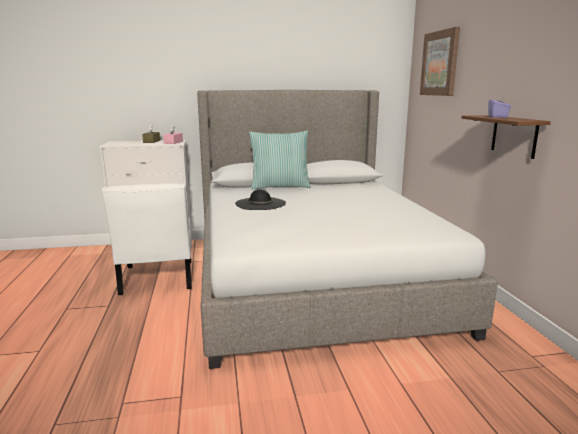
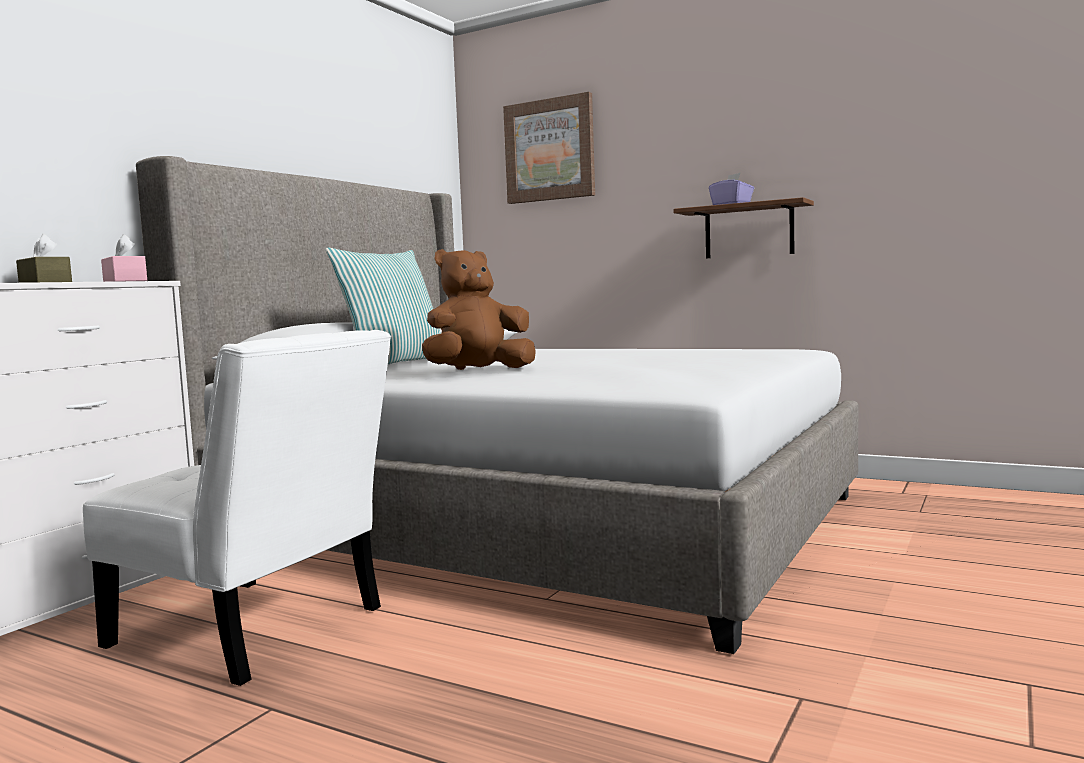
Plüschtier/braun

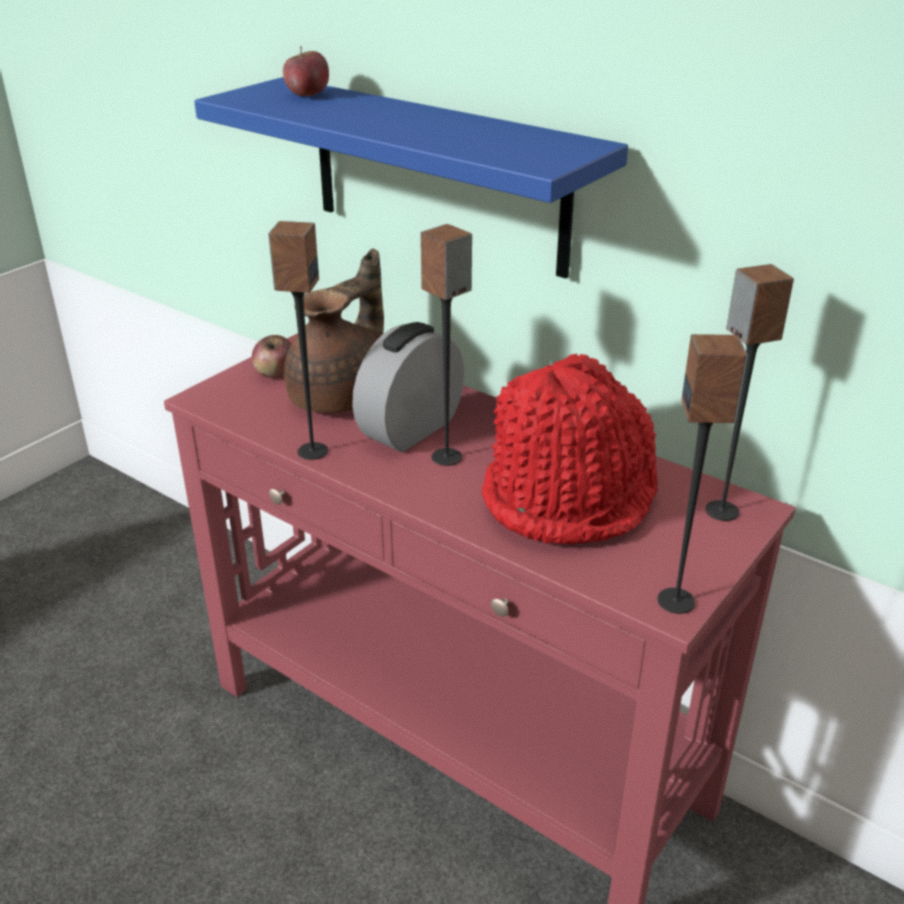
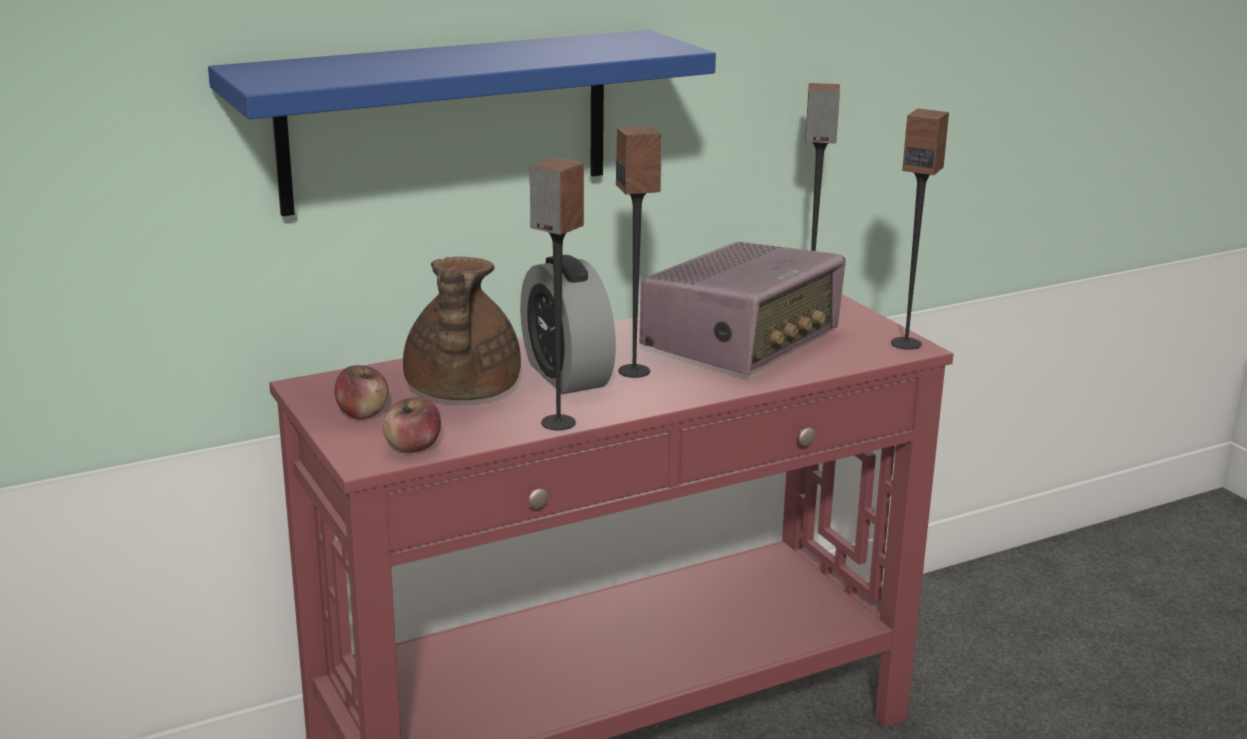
Apfel (2nd from left); Teekanne/braun; Radio

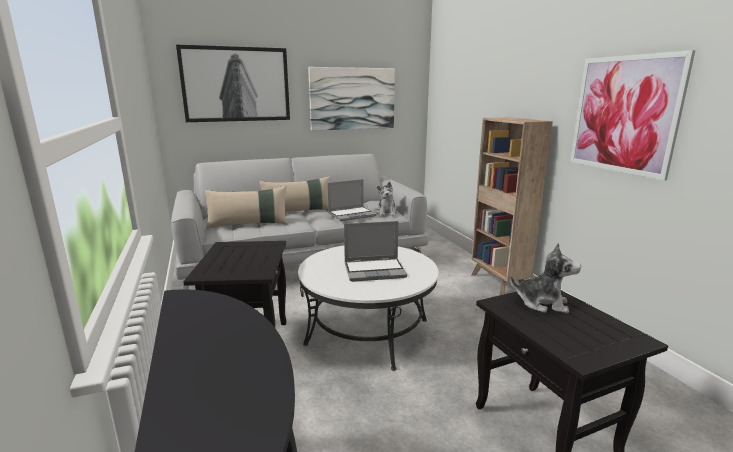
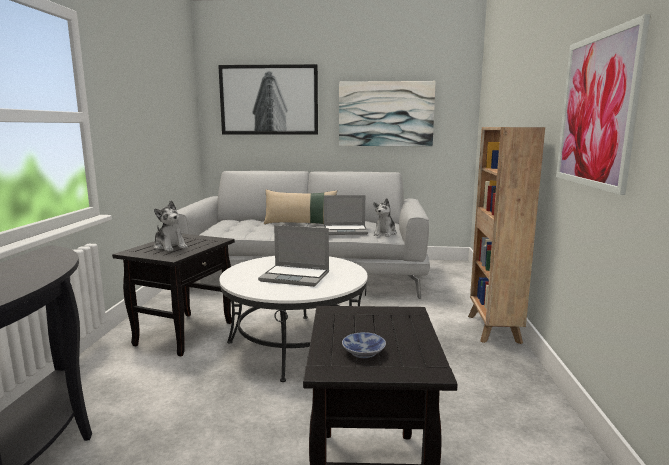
Kissen/beige (1st from left in the first image); Plüschtier (1st from left); Schüssel

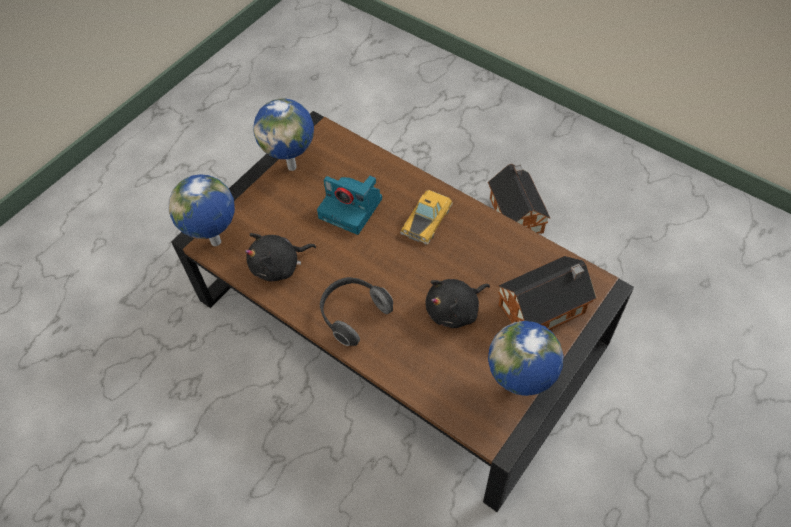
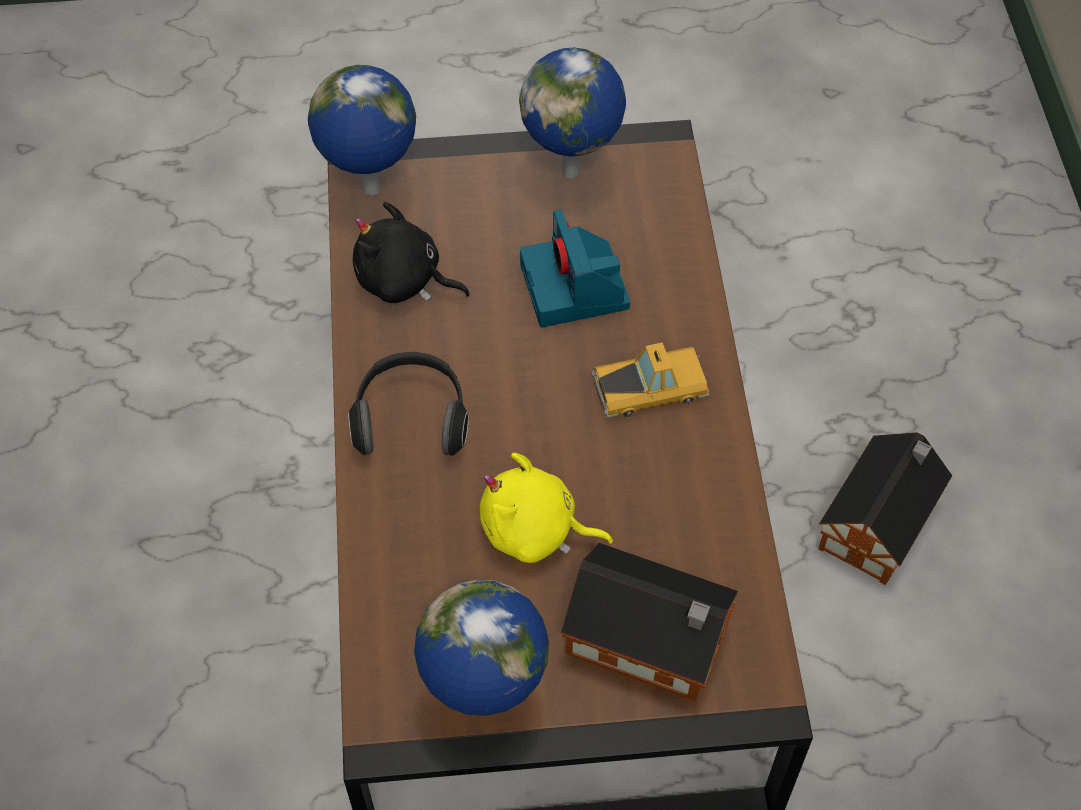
Plüschtier/gelb

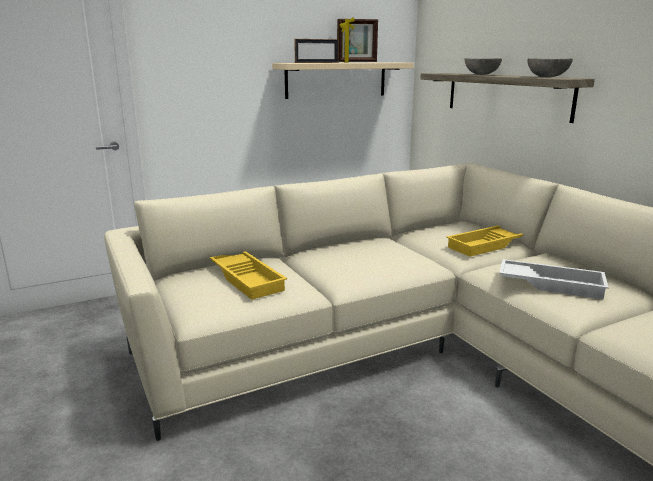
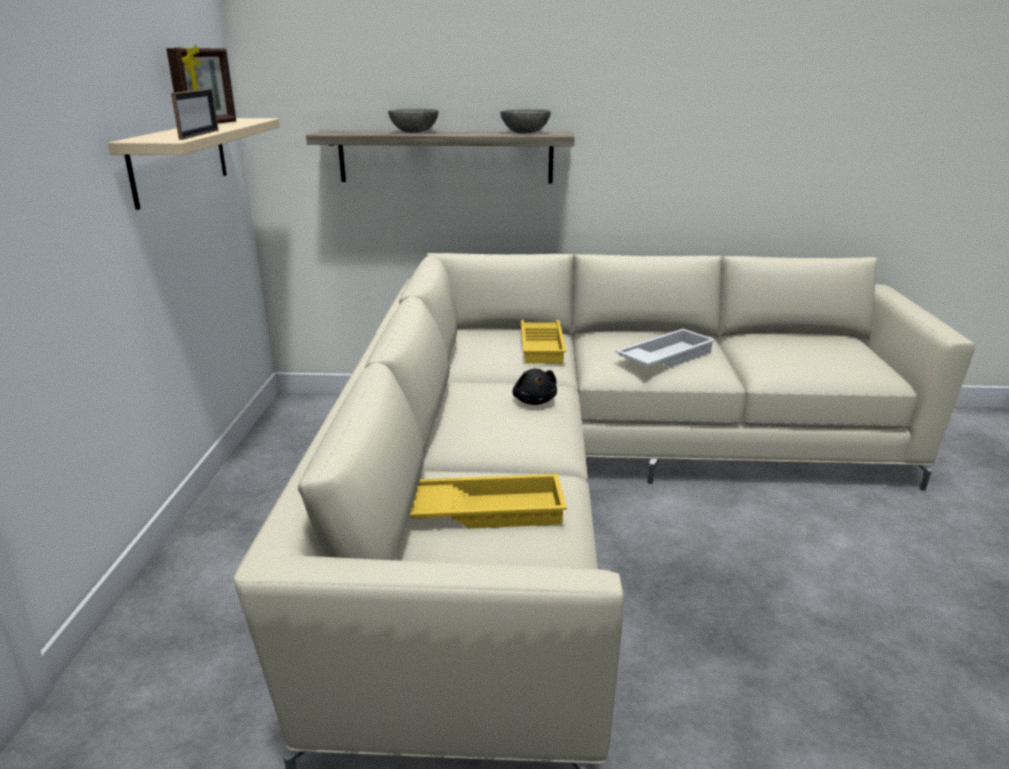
Plüschtier/schwarz

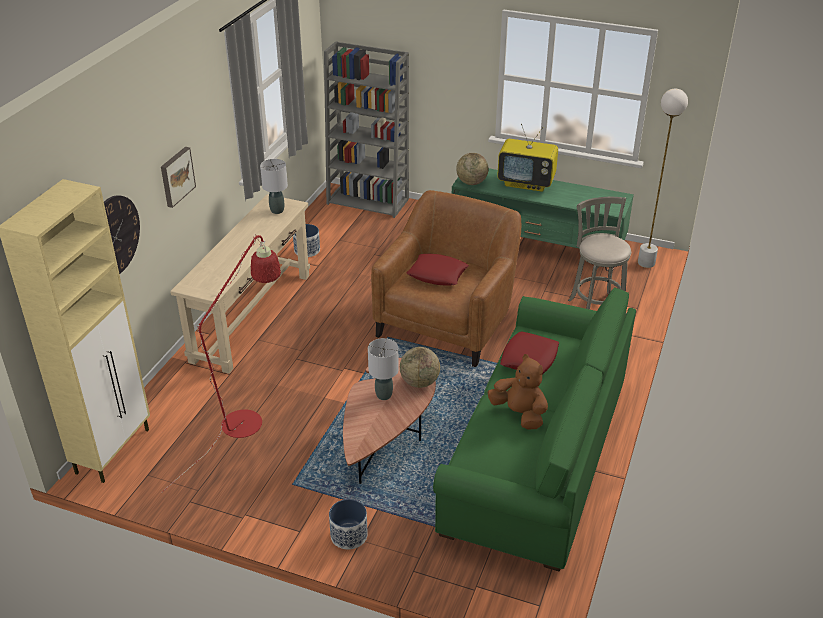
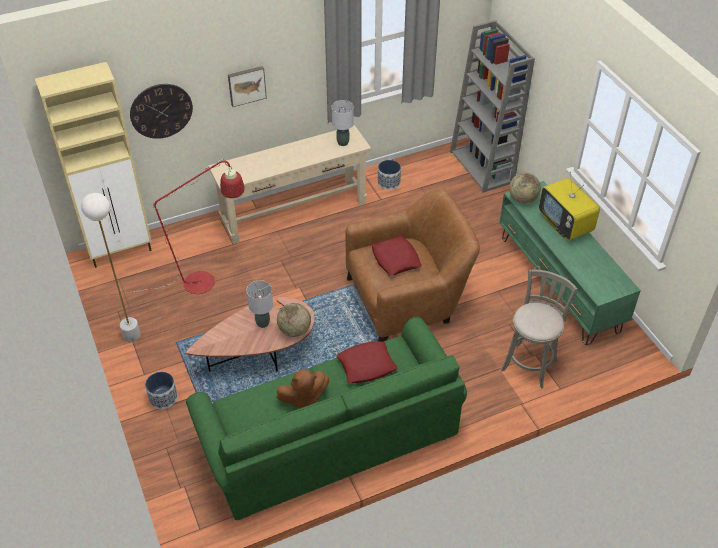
Stehlampe/weiß; Plüschtier/braun

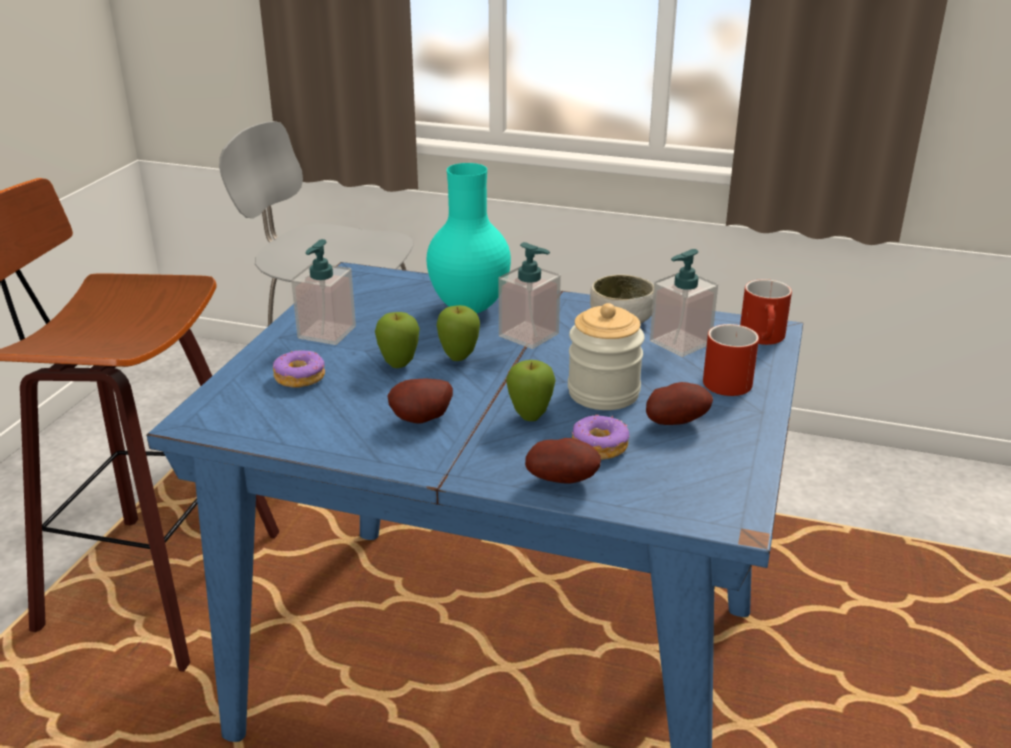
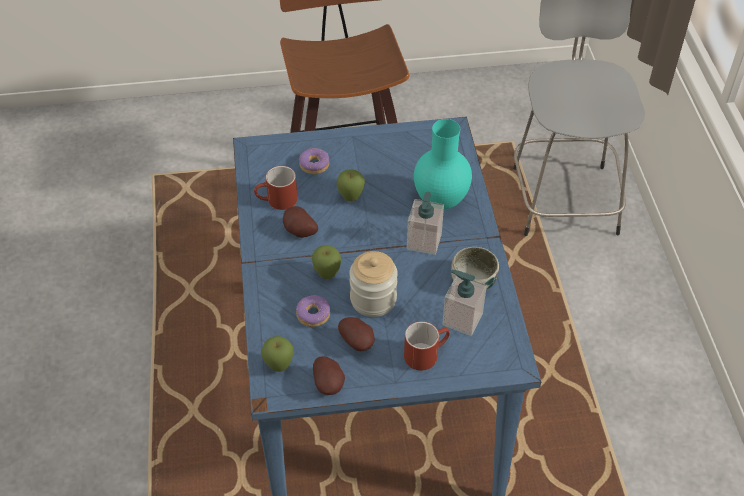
Seifenspender (1st from left in the first image); Henkelbecher/rot (1st from left); Apfel (1st from left); Kartoffel (2nd from left)

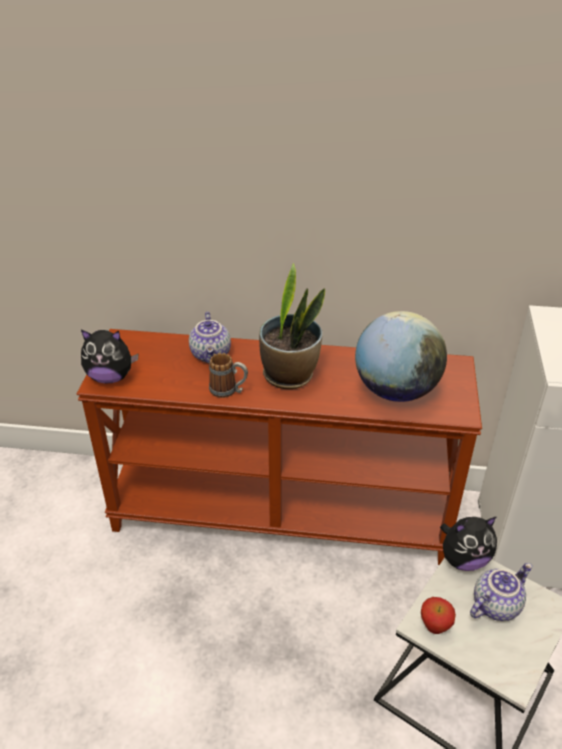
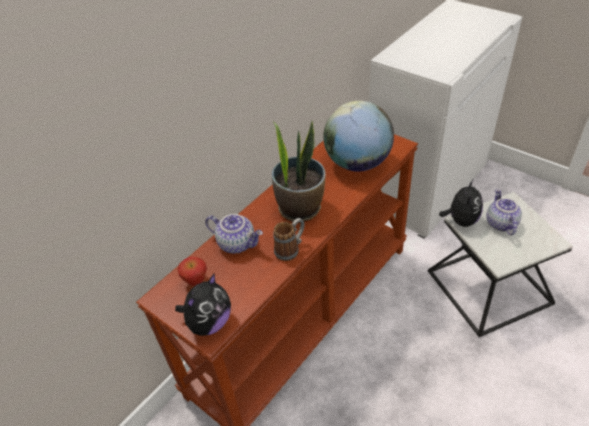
Apfel

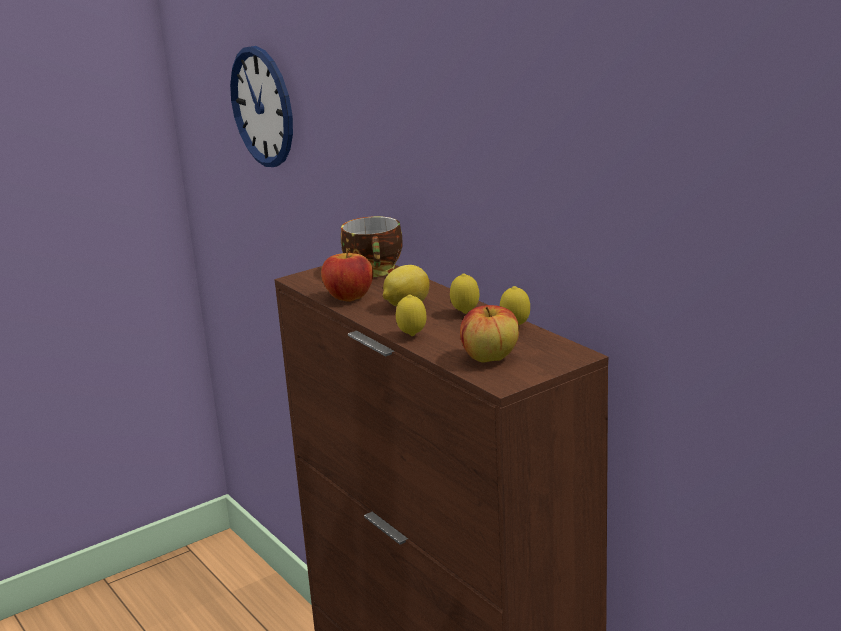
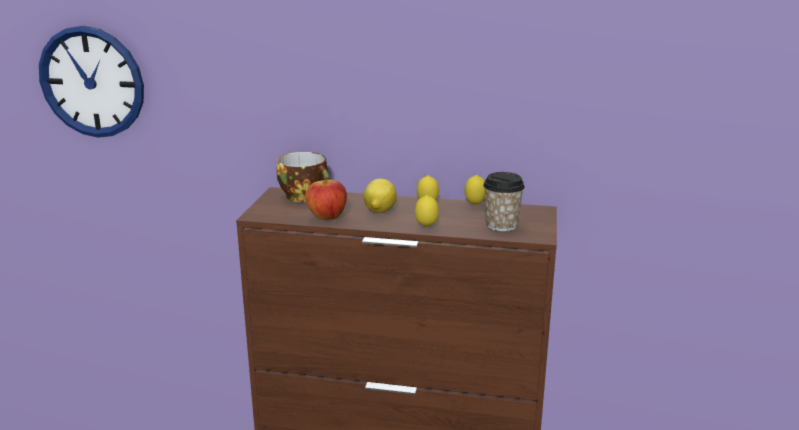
Tasse (2nd from left)

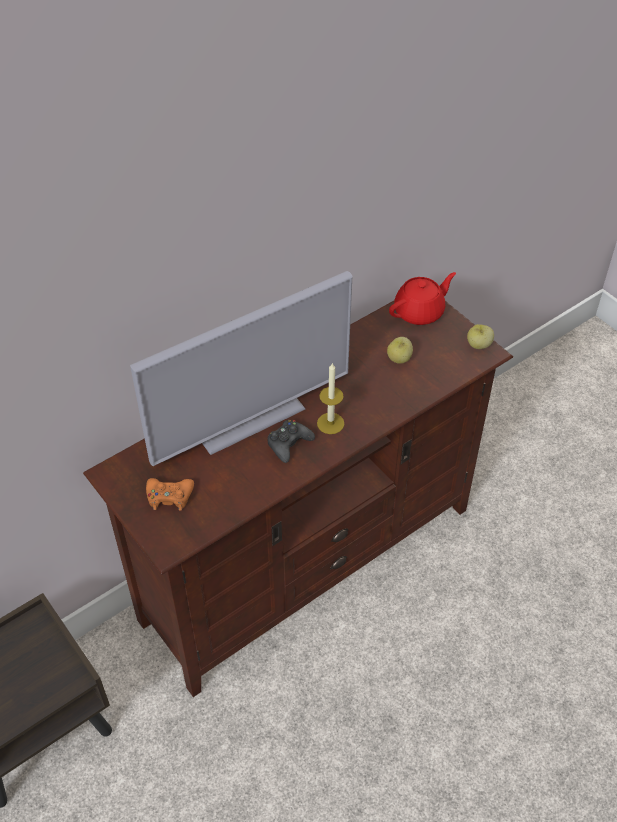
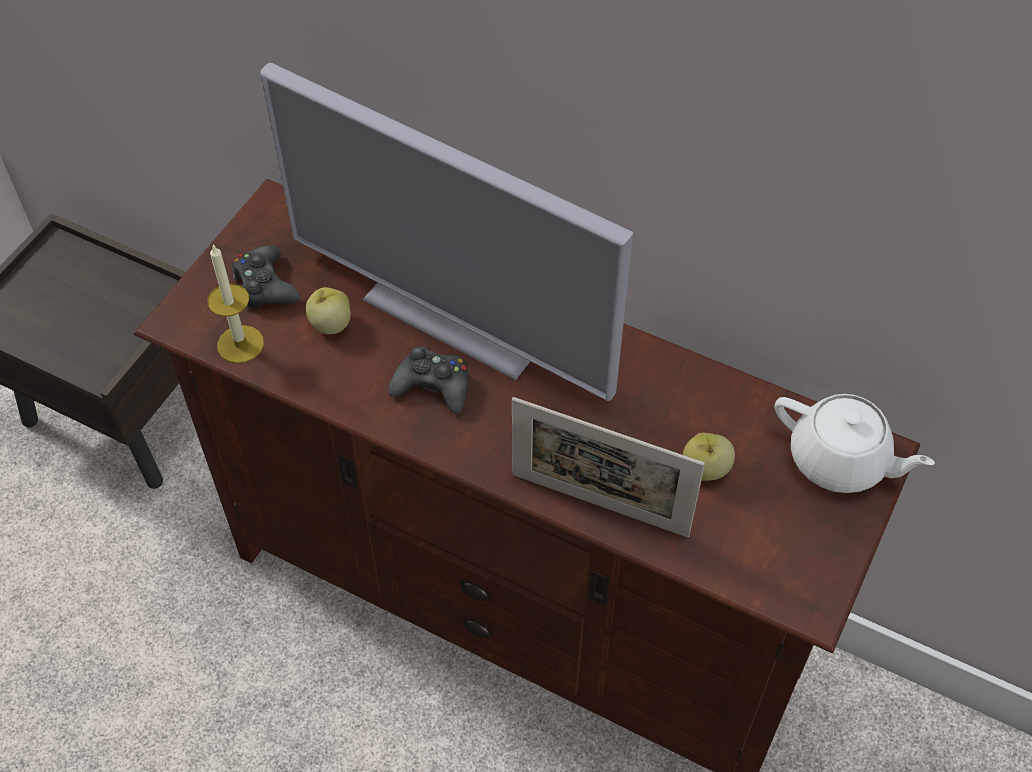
Teekanne/weiß; Apfel (1st from left); Kerze; Gamepad/schwarz (1st from left); Bilderrahmen

